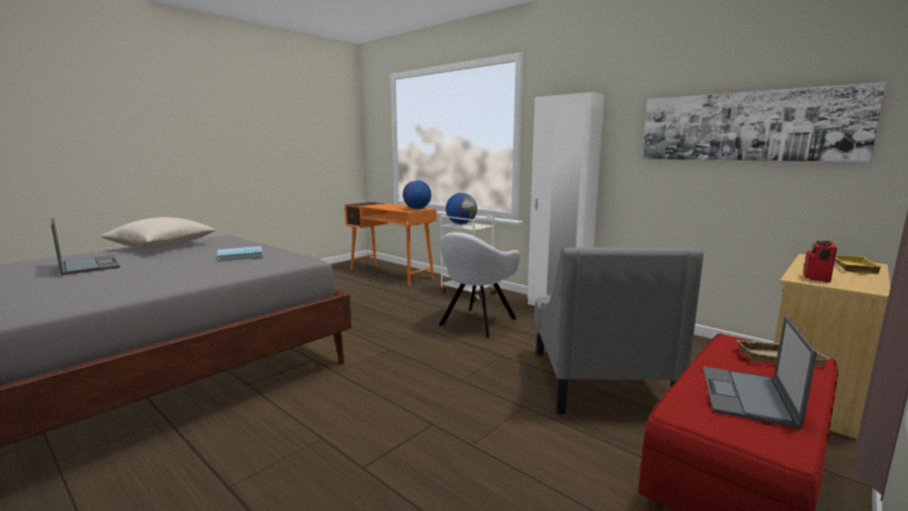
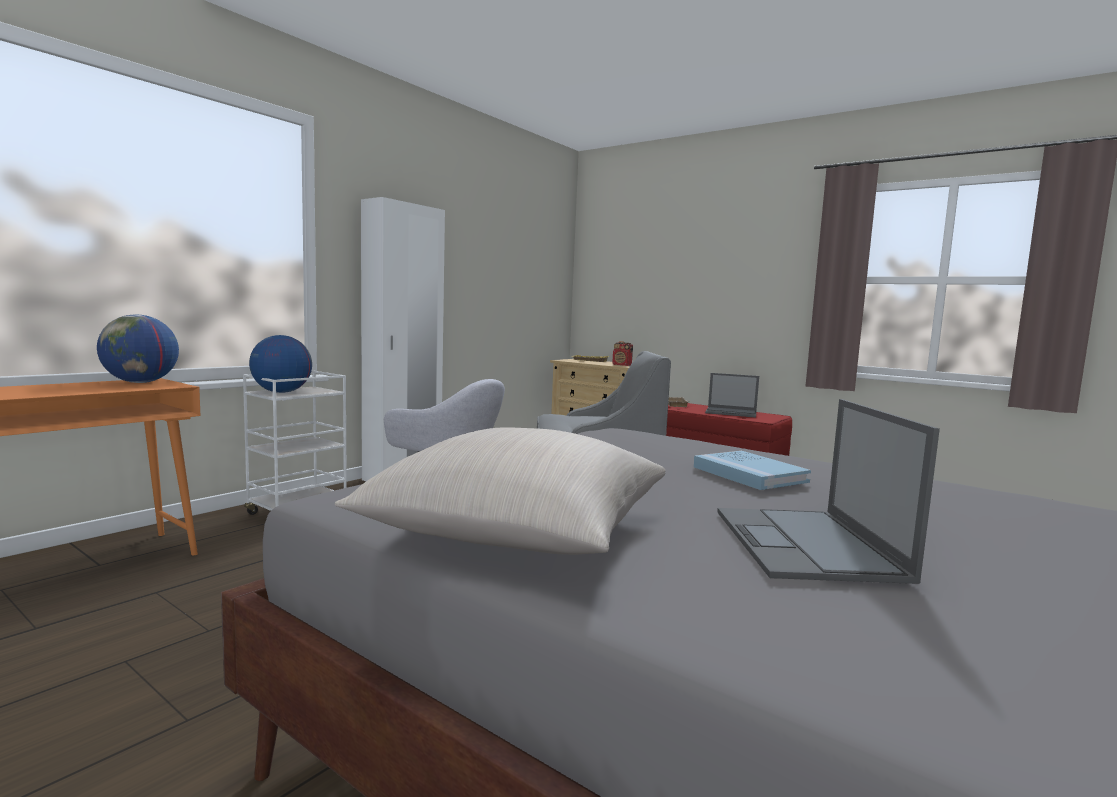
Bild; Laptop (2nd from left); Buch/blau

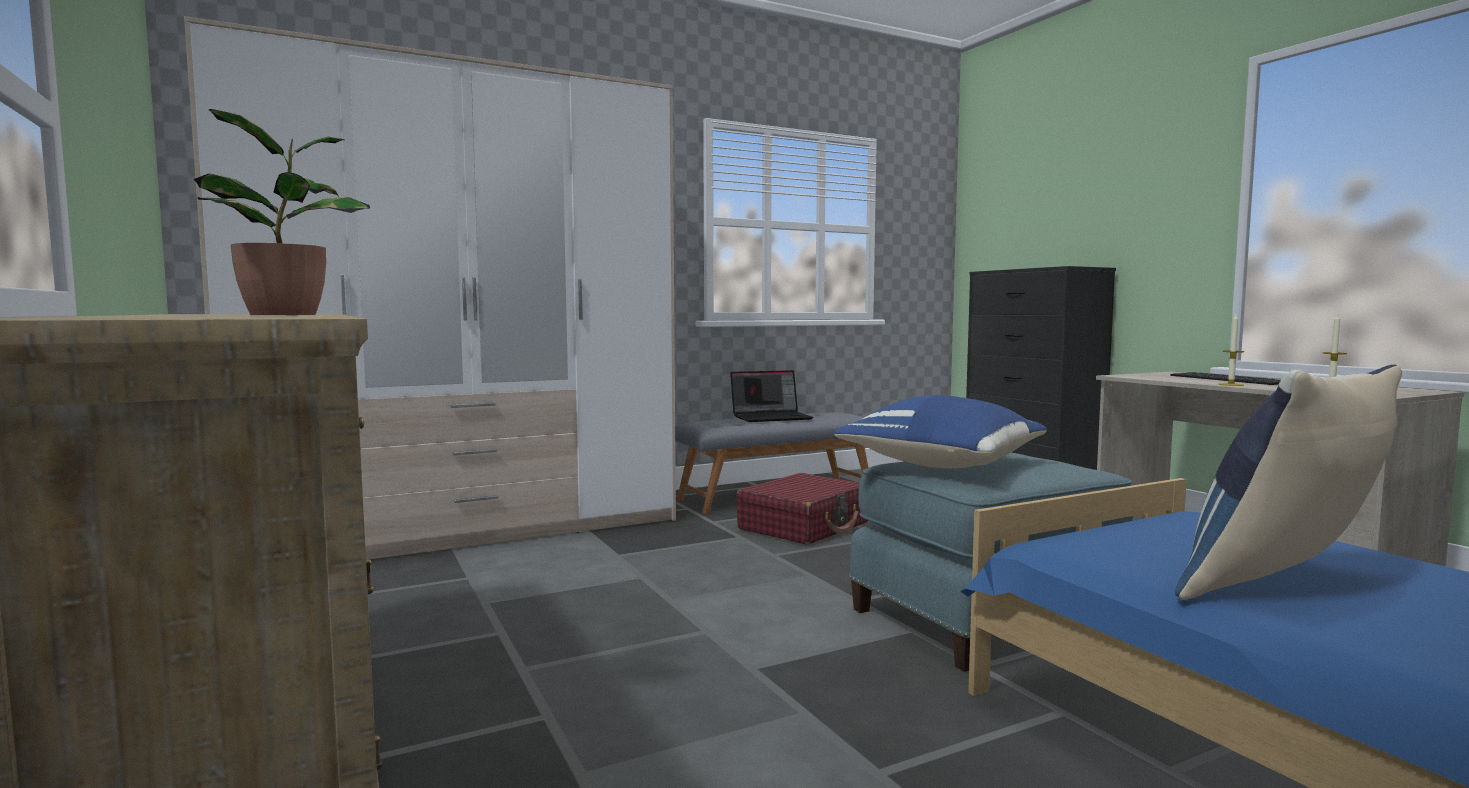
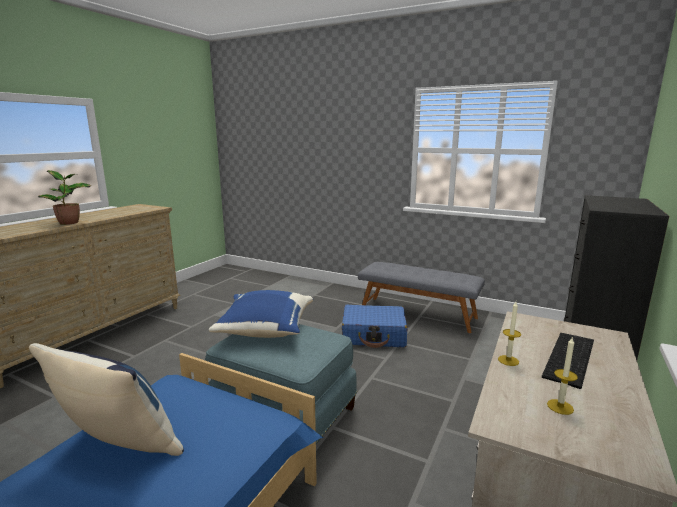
Kleiderschrank; Laptop; Koffer/blau

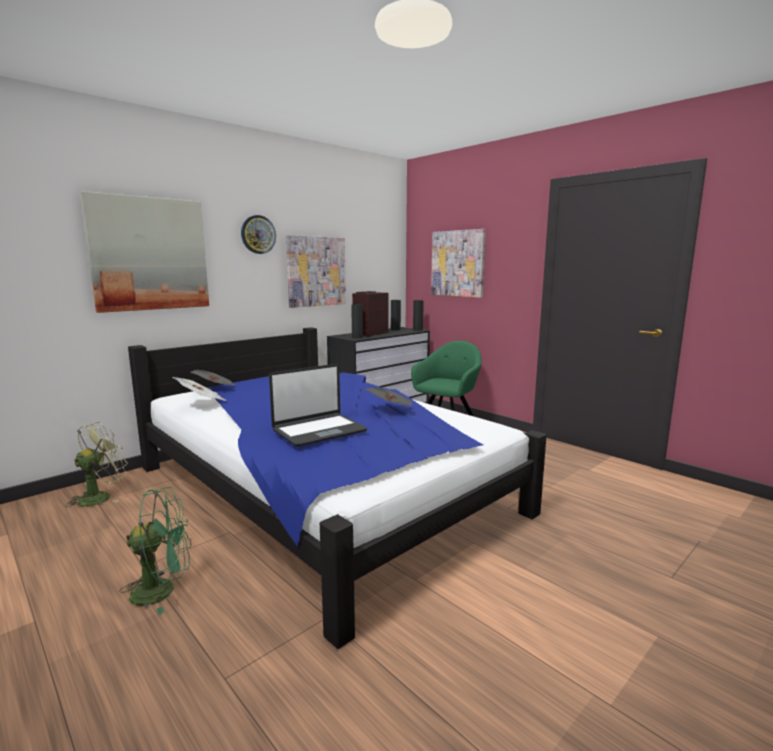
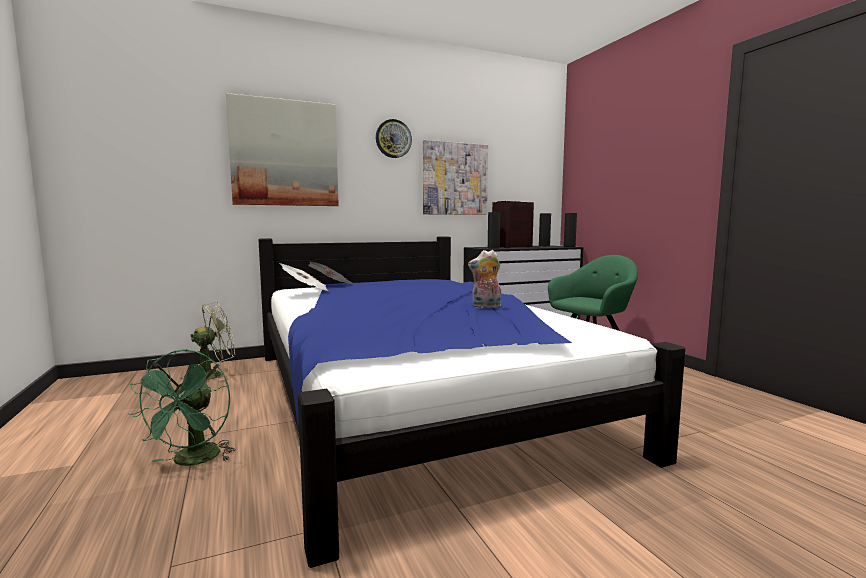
Bild (3rd from left in the first image); Laptop; Plüschtier; Ventilator/grün (1st from left)

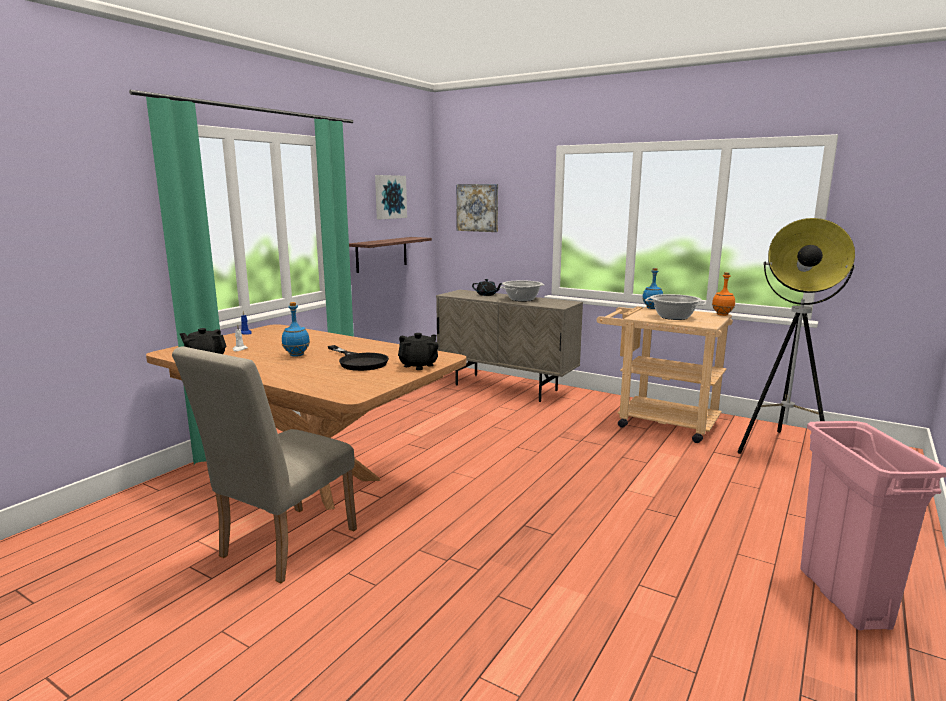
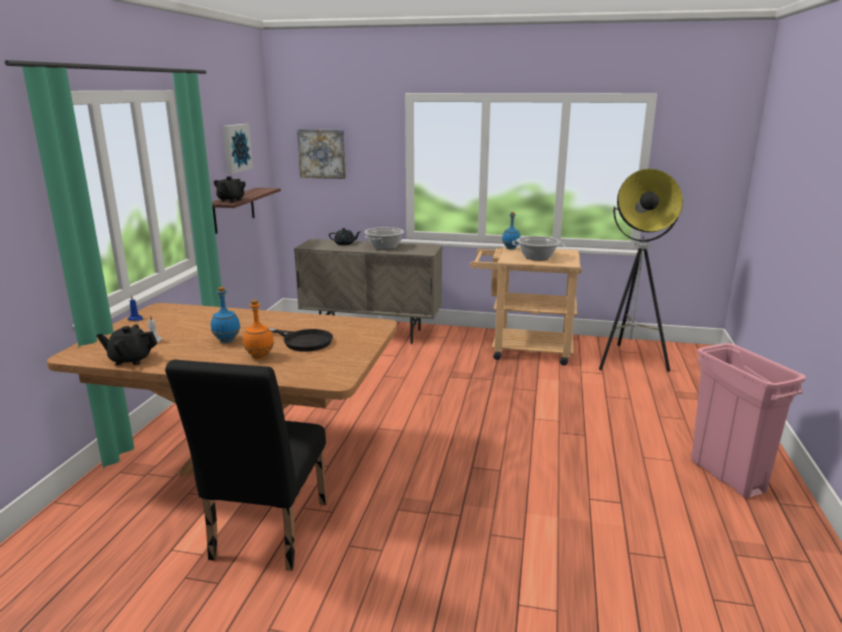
Flasche/orange; Teekanne/schwarz (2nd from left); Stuhl/schwarz

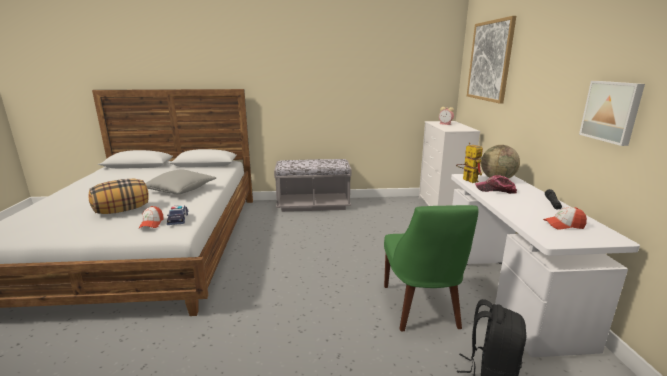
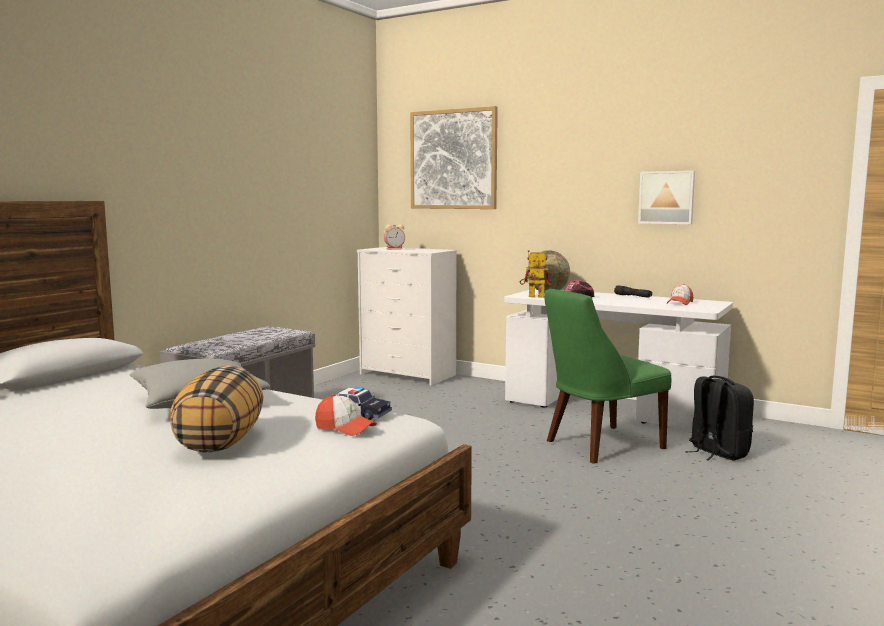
Stuhl/grün

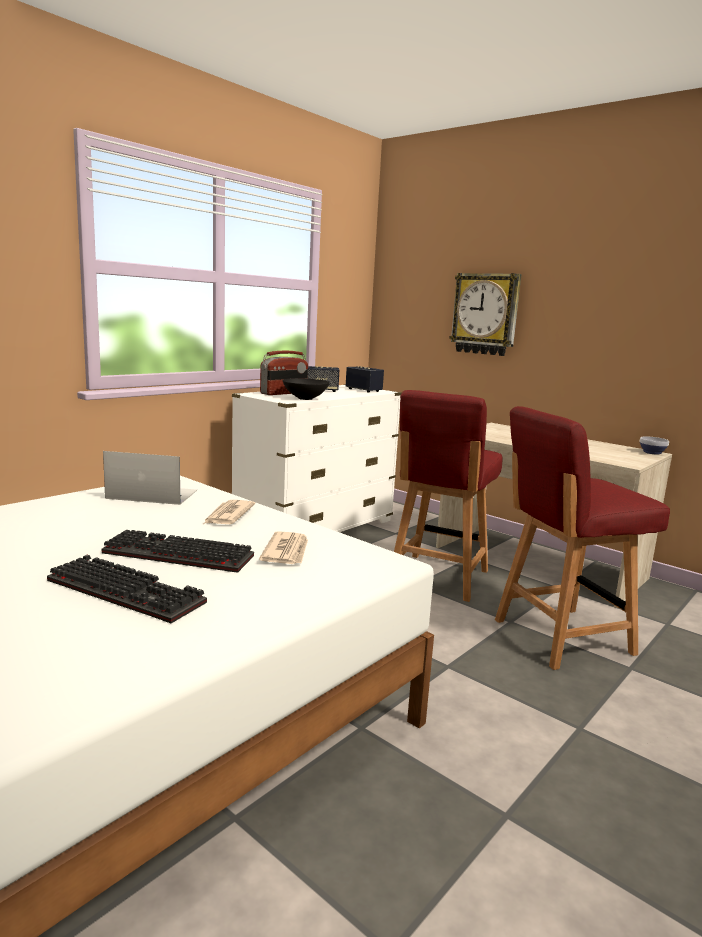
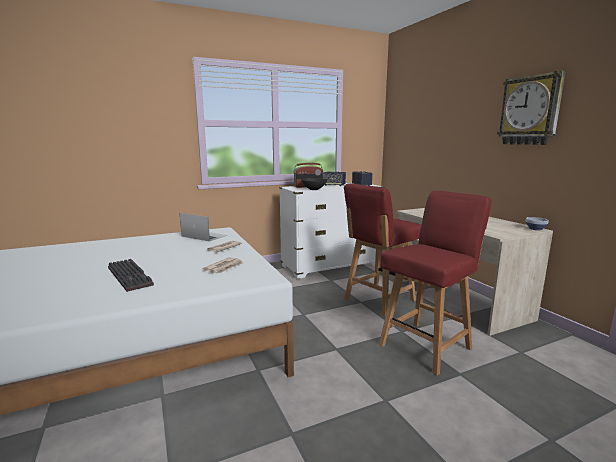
Wanduhr; Stuhl/rot (2nd from left); Tastatur (2nd from left in the first image)

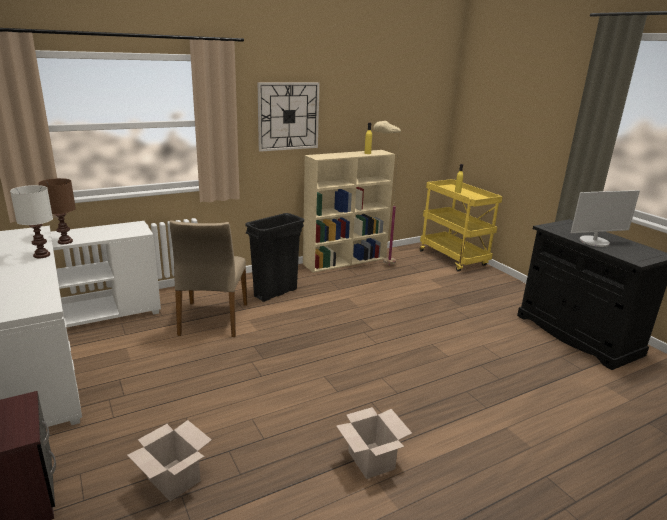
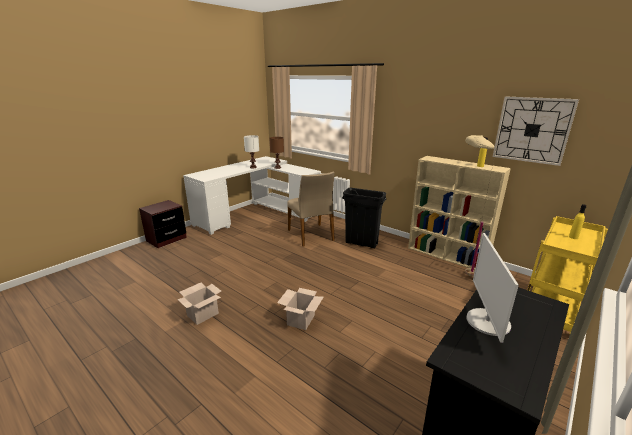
Wanduhr; Monitor; Stuhl/beige; Karton (2nd from left)

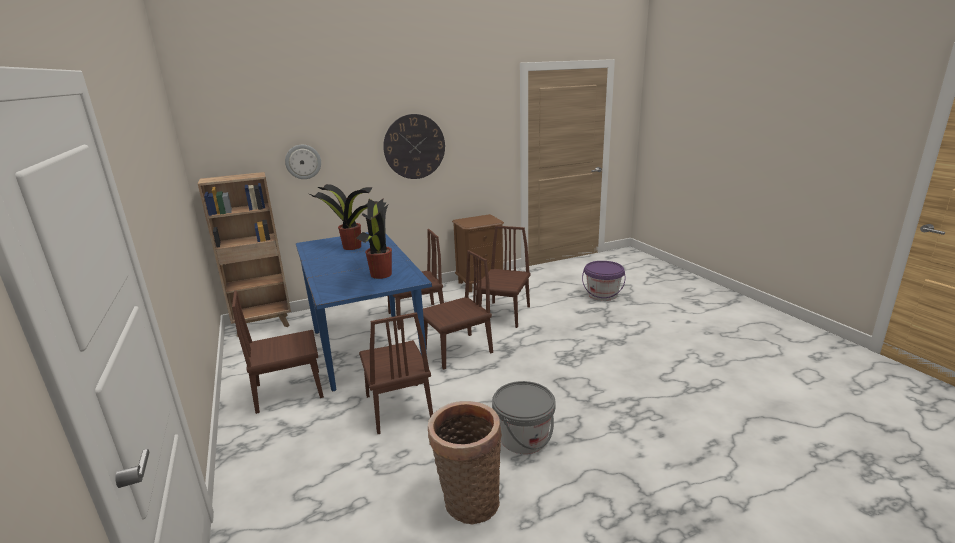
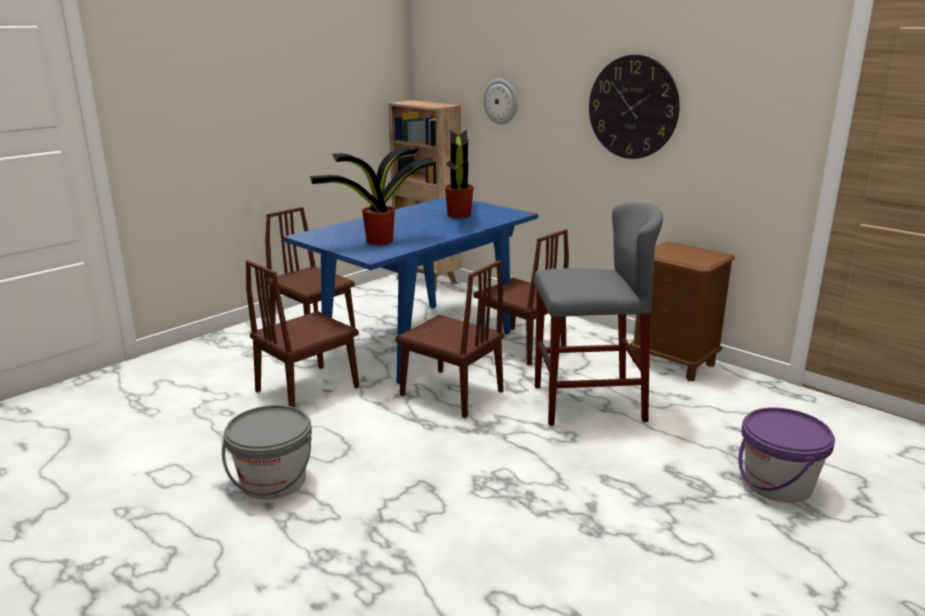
Hocker/grau; Korb

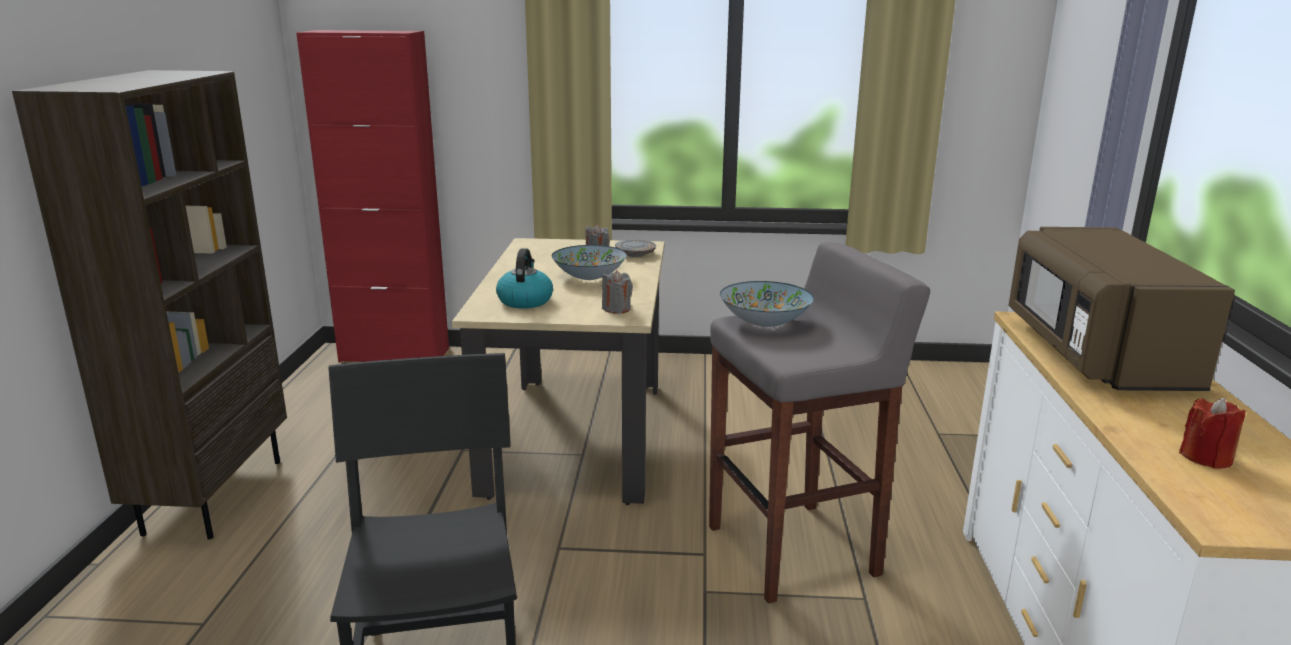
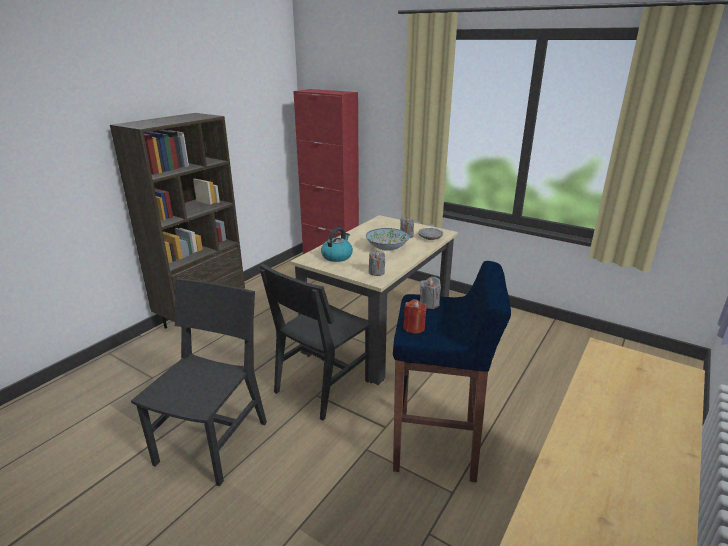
Mikrowelle/braun; Hocker/blau; Kerze/grau (3rd from left); Kerze/rot; Stuhl/schwarz (2nd from left)

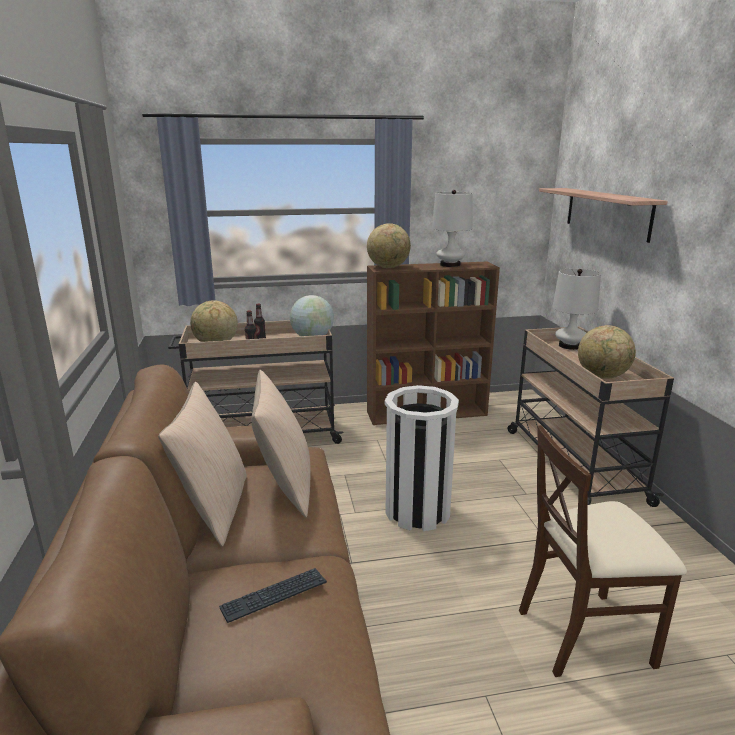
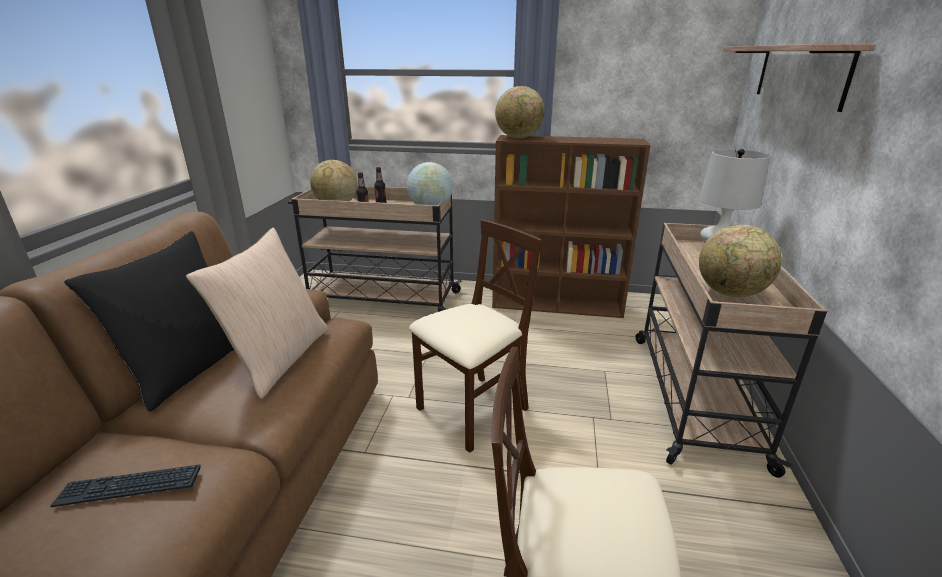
Tischlampe/weiß (1st from left in the first image); Kissen/schwarz; Stuhl/beige (1st from left)

